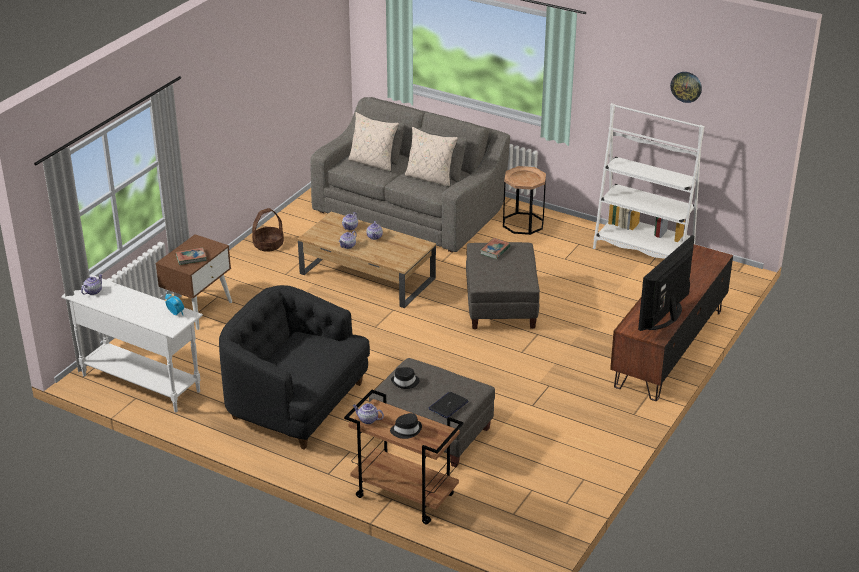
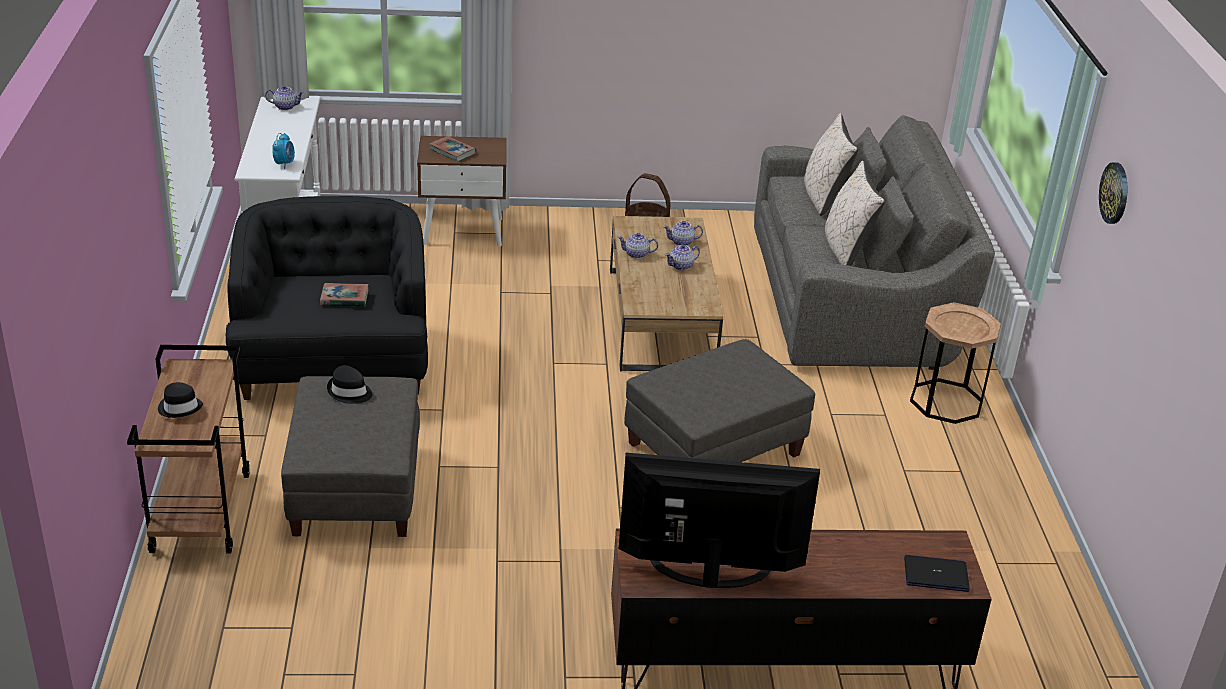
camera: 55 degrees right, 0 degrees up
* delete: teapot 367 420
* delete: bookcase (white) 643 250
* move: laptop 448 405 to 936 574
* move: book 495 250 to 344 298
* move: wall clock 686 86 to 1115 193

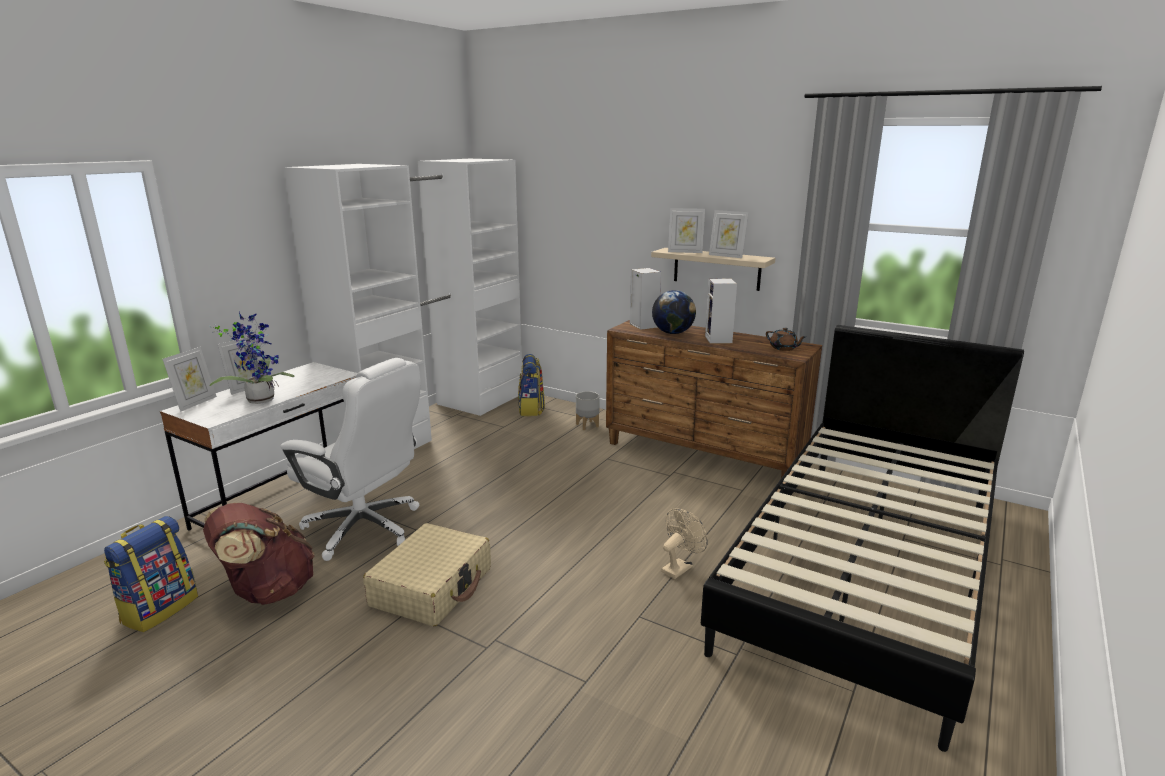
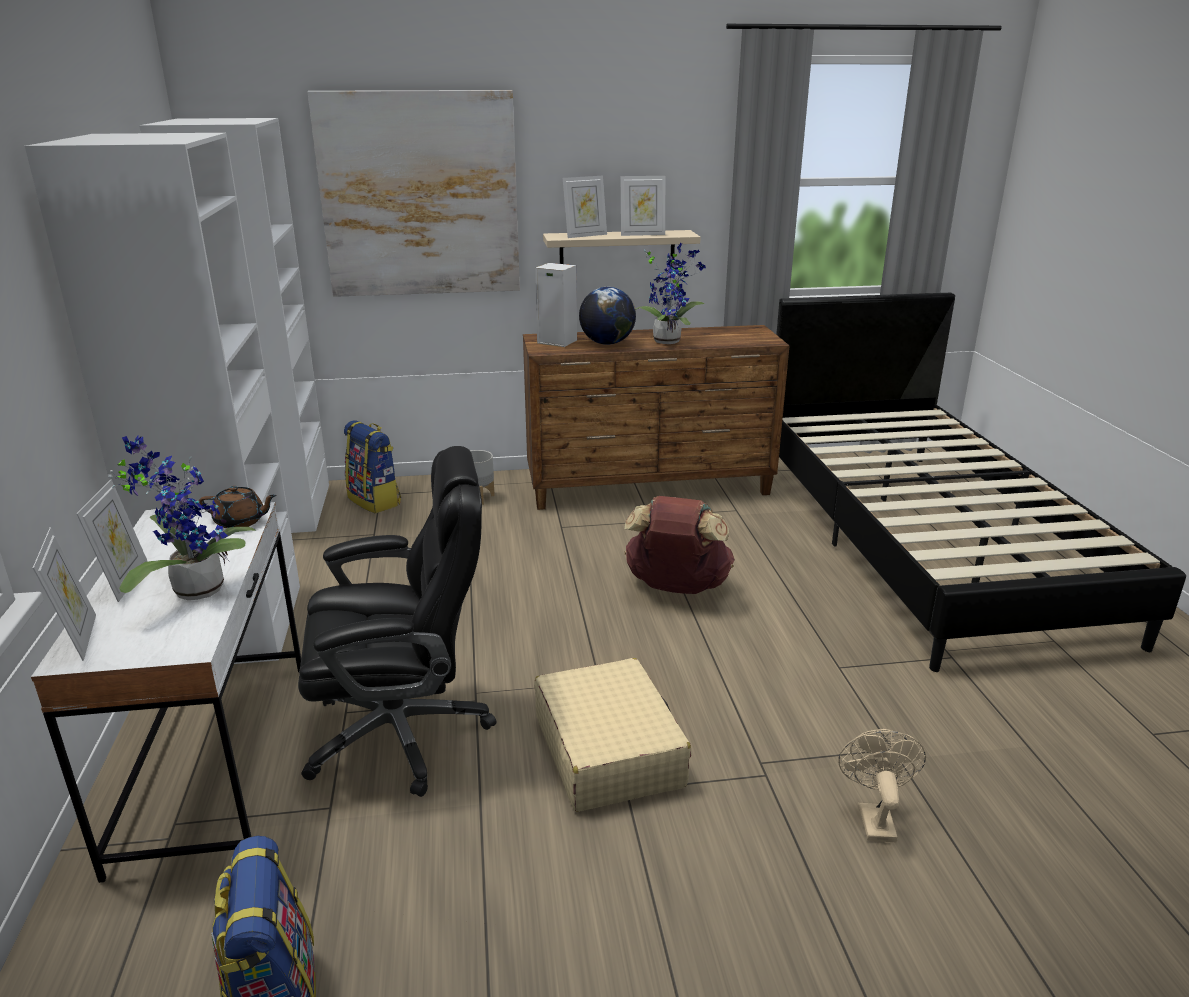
camera: 40 degrees left, 5 degrees up
* insert: picture 420 195
* move: backpack (brown) 267 591 to 676 588
* move: fan (beige) 679 567 to 874 817
* move: teapot (brown) 783 348 to 241 522
* replace: speaker 719 340 to potted plant 669 340
* recolor: office chair (white) 365 528 to office chair (black) 403 732

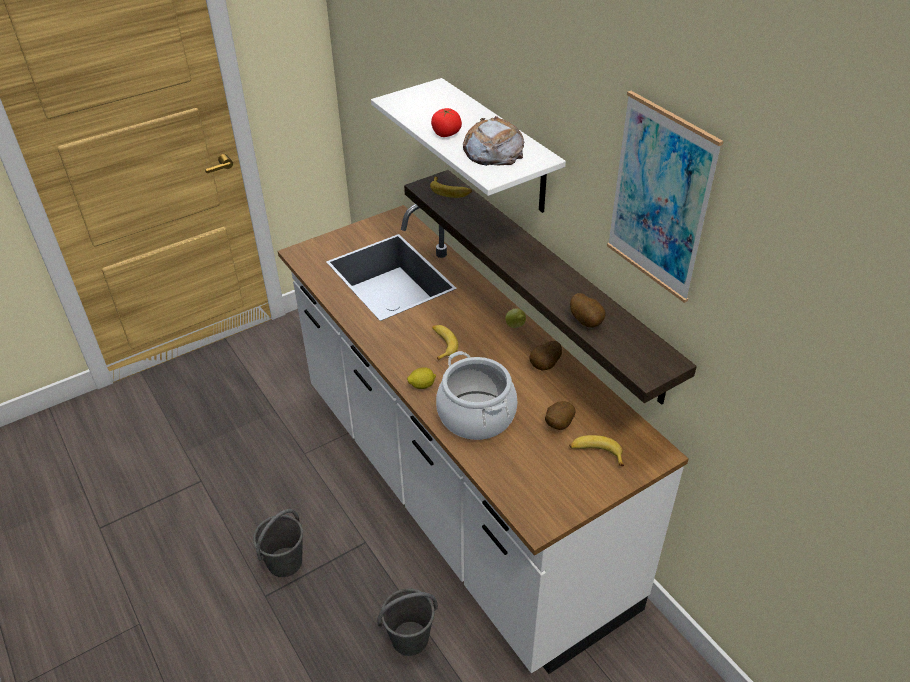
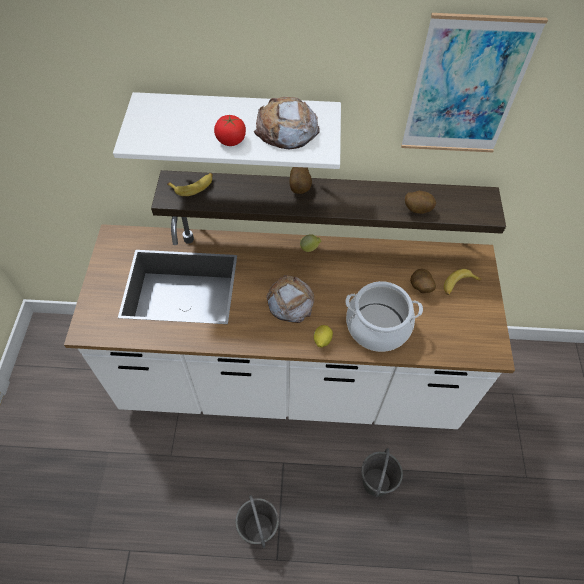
camera: 55 degrees left, 15 degrees up
* move: potato 545 366 to 300 188
* replace: banana 442 344 to bread 290 301

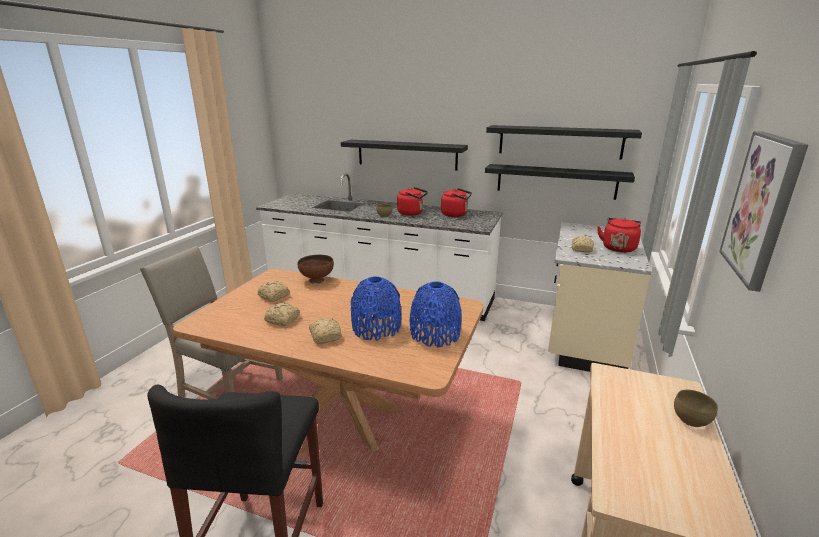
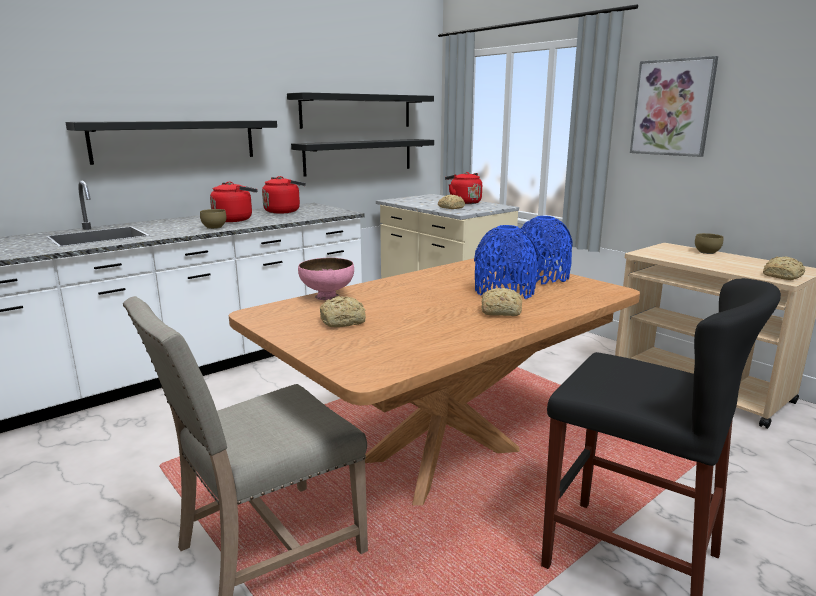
camera: 60 degrees left, 5 degrees down
* move: bread 283 320 to 783 276
* recolor: bowl (brown) 317 280 to bowl (pink) 327 296

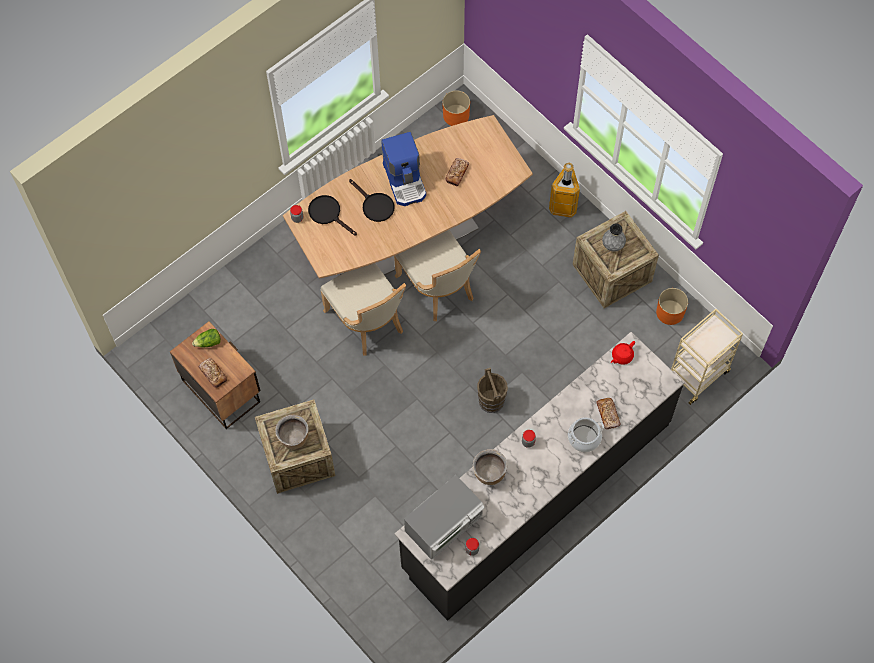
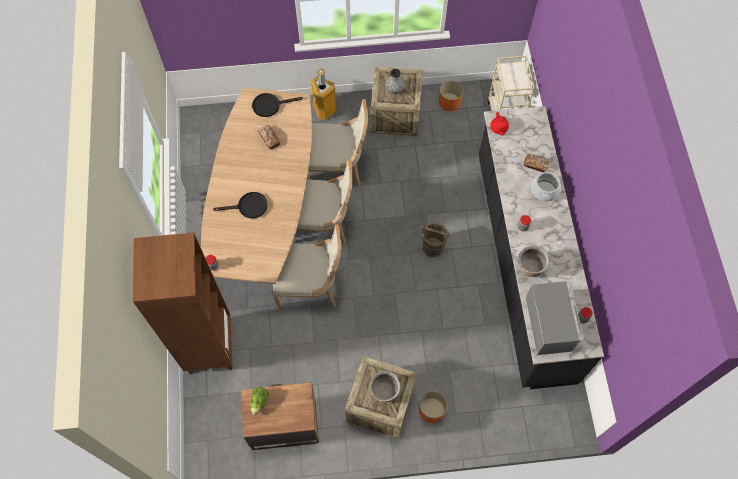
camera: 55 degrees left, 0 degrees up
* delete: bread 213 374
* delete: coffee machine 405 181
* insert: bookcase (brown) 209 347
* insert: chair (beige) 336 168
* move: frying pan (black) 328 214 to 270 105
* move: planter (orange) 455 115 to 431 410

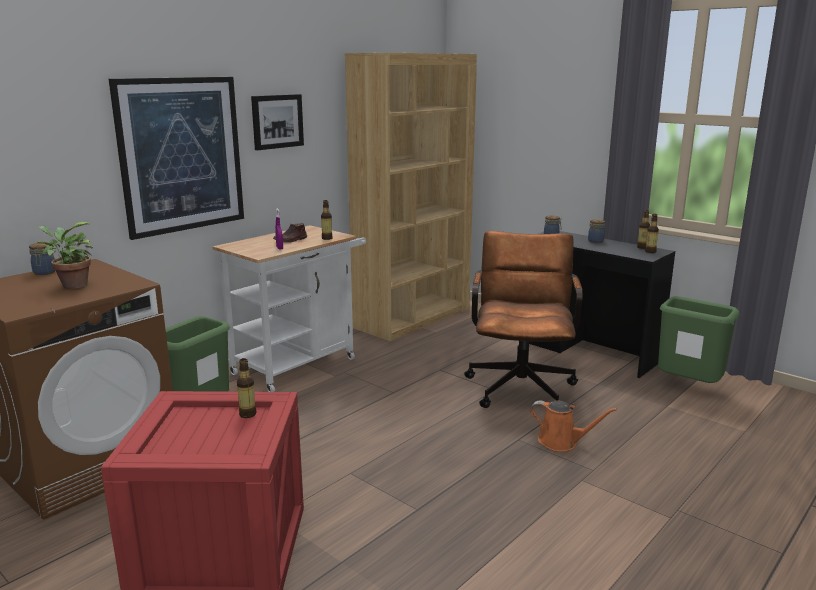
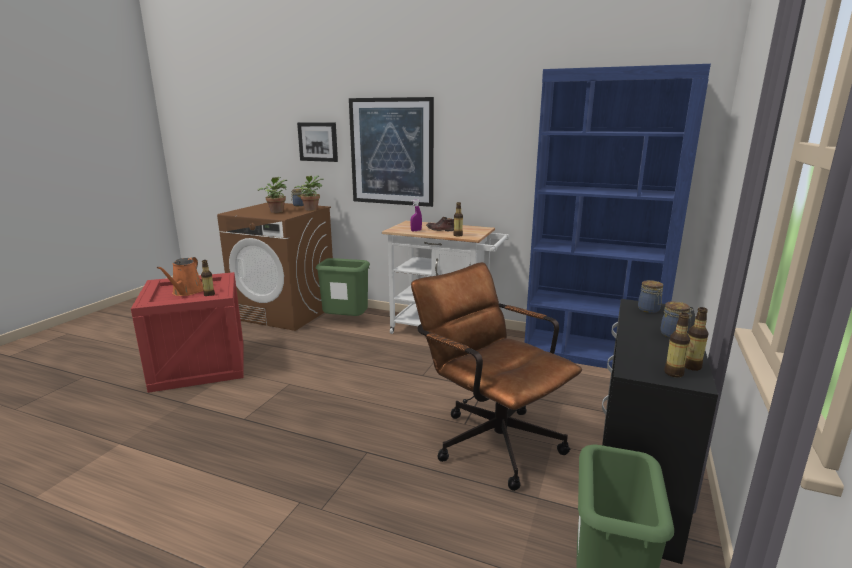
camera: 70 degrees right, 0 degrees up
* insert: potted plant 311 209
* move: picture 277 121 to 318 141
* move: watering can (orange) 561 442 to 186 292
* recolor: bookcase (brown) 413 318 to bookcase (blue) 590 354
* rotate: office chair (brown) 521 384 = 490 438 120 degrees counterclockwise

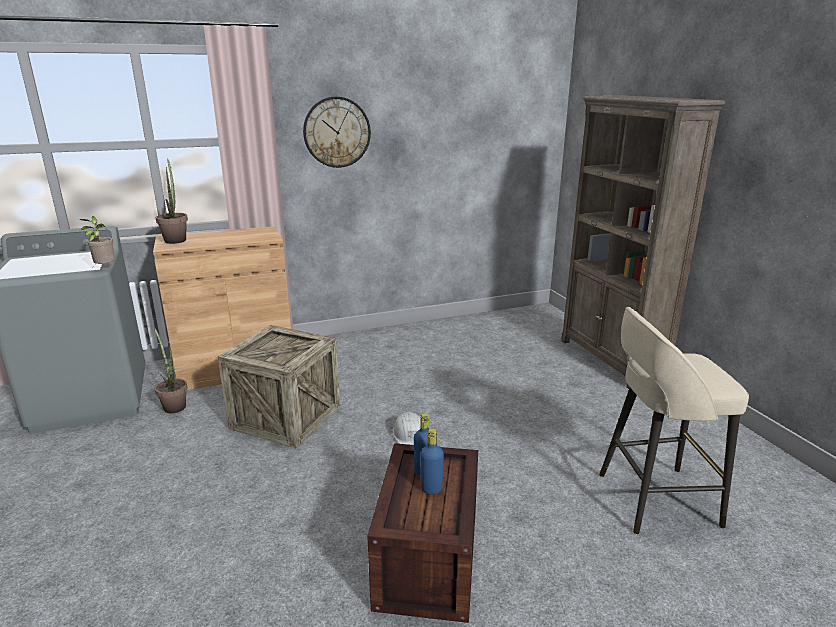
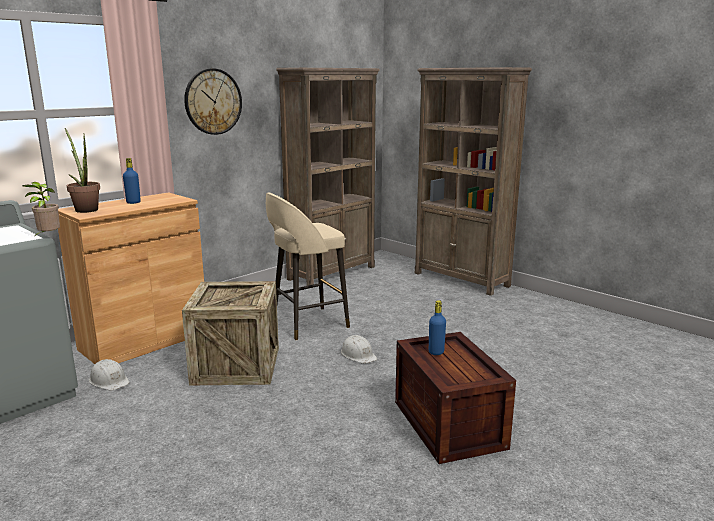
camera: 25 degrees left, 5 degrees down
* insert: bookcase (brown) 332 273
* move: bottle (blue) 431 489 to 133 202
* move: stool (beige) 653 499 to 307 324
* replace: potted plant 174 405 to hard hat (white) 109 380

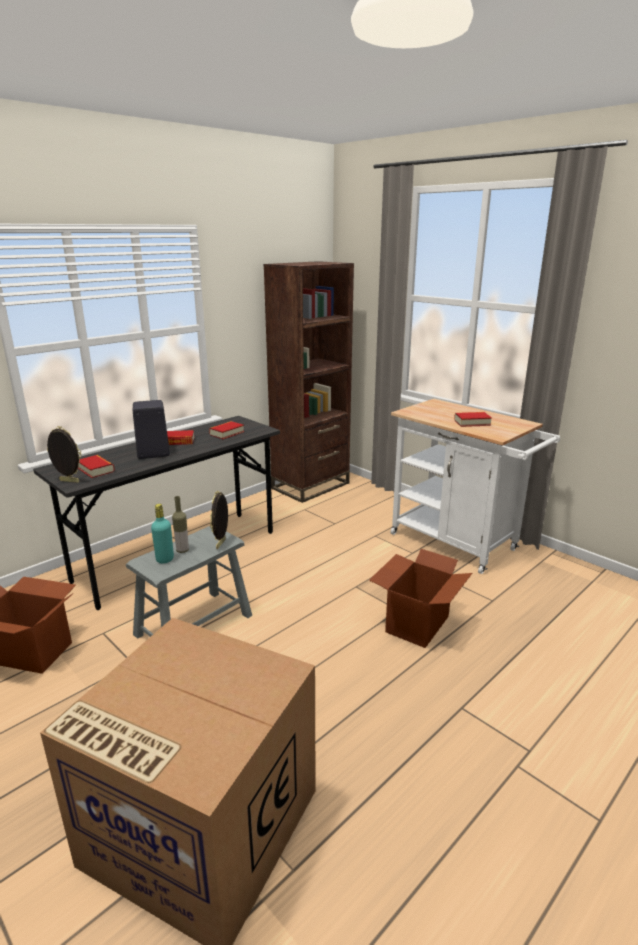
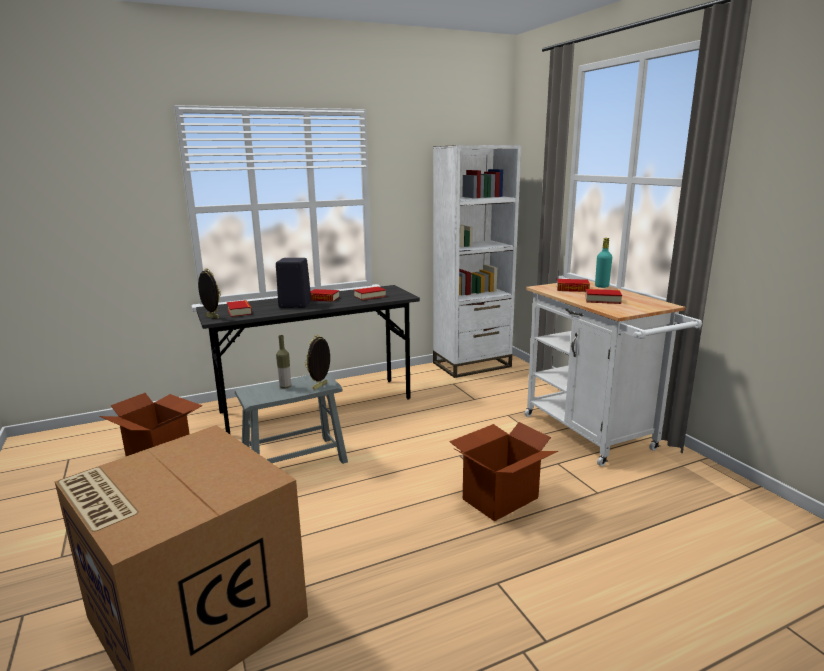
camera: 20 degrees right, 5 degrees down
* insert: book 572 289
* move: bottle (turquoise) 165 559 to 601 286
* recolor: bookcase (brown) 311 486 to bookcase (white) 472 365

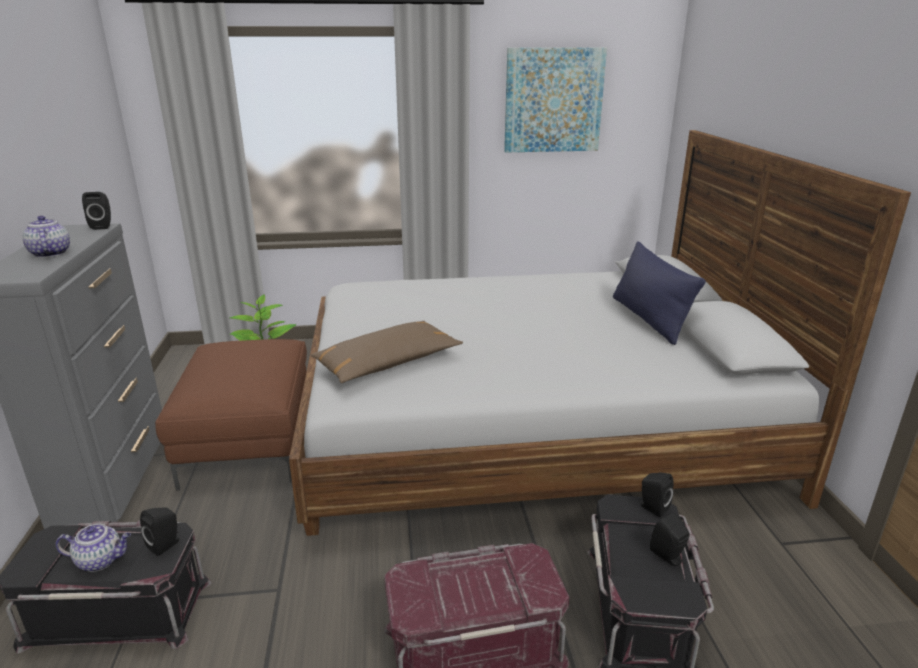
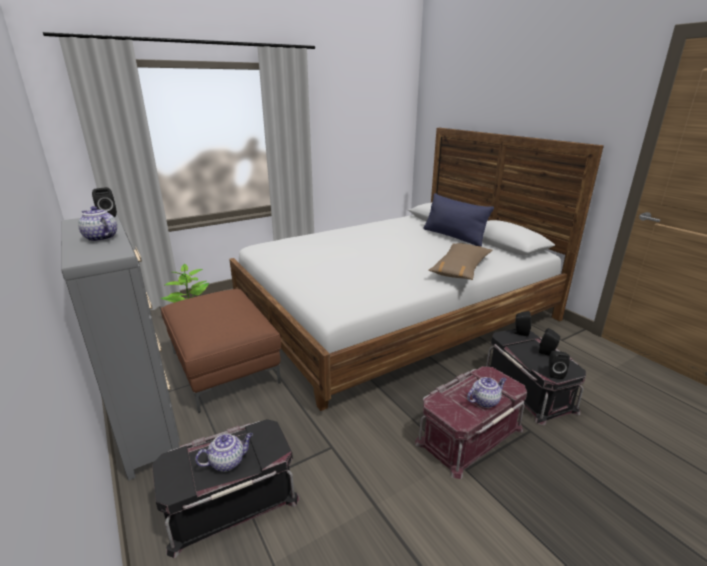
camera: 25 degrees left, 0 degrees up
* delete: picture 553 100
* insert: teapot 485 401
* move: speaker (black) 166 544 to 554 373
* move: pillow (brown) 387 363 to 460 269

